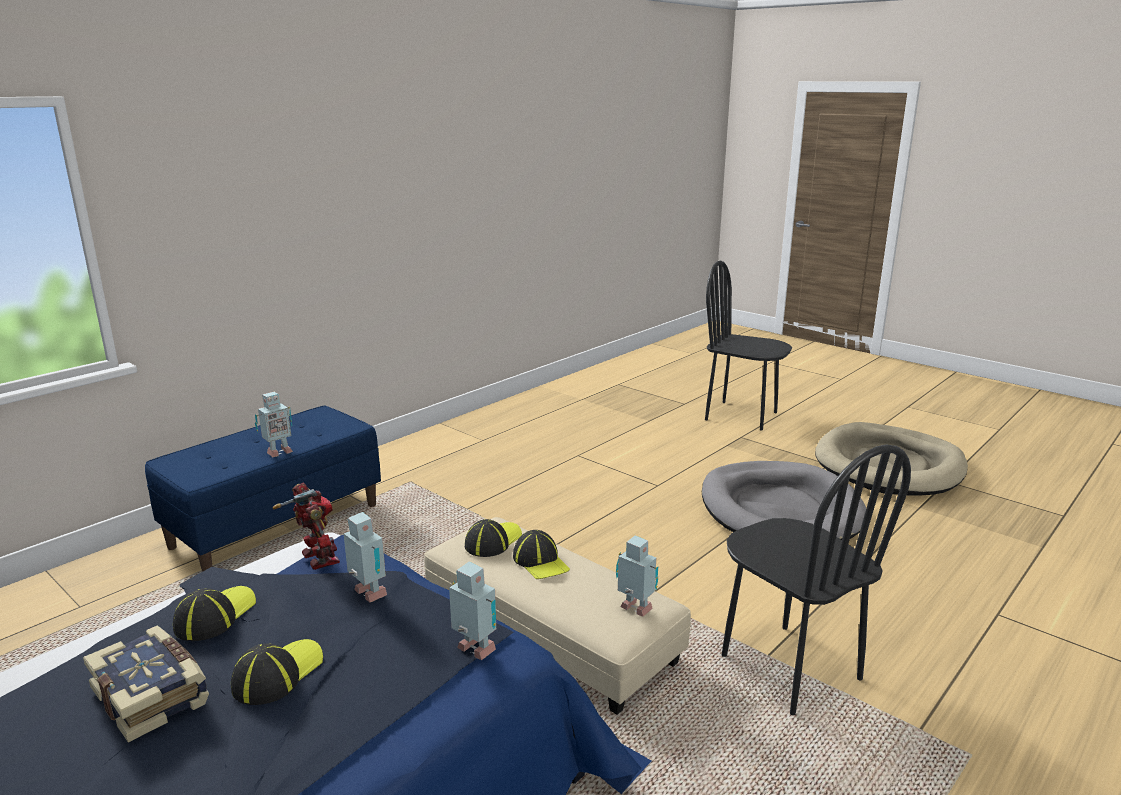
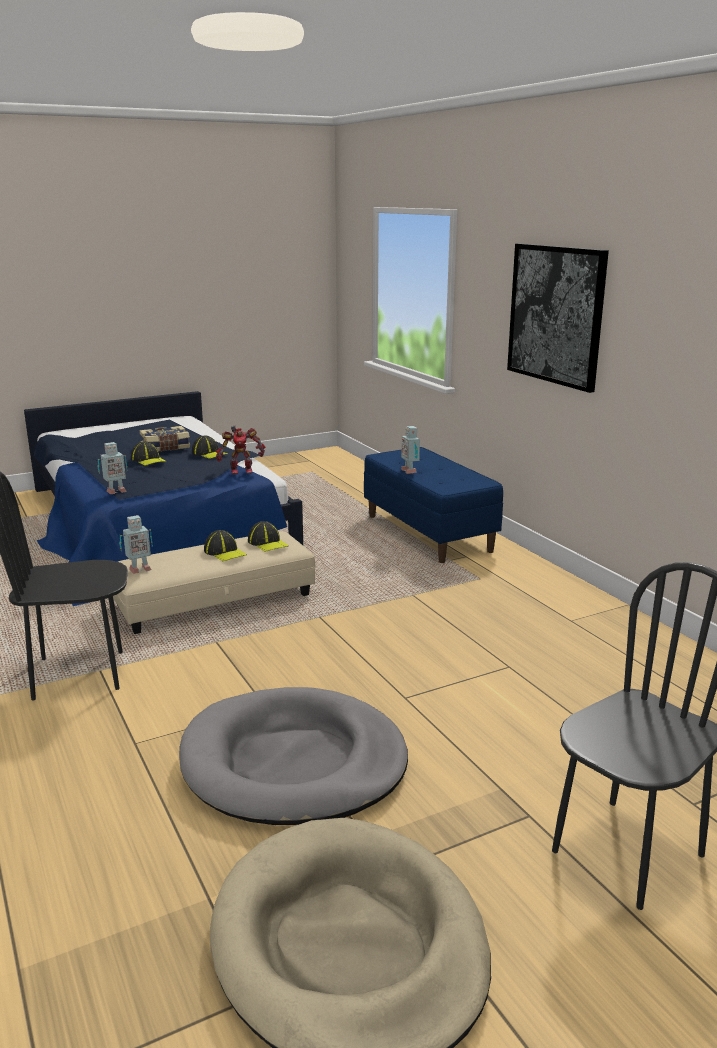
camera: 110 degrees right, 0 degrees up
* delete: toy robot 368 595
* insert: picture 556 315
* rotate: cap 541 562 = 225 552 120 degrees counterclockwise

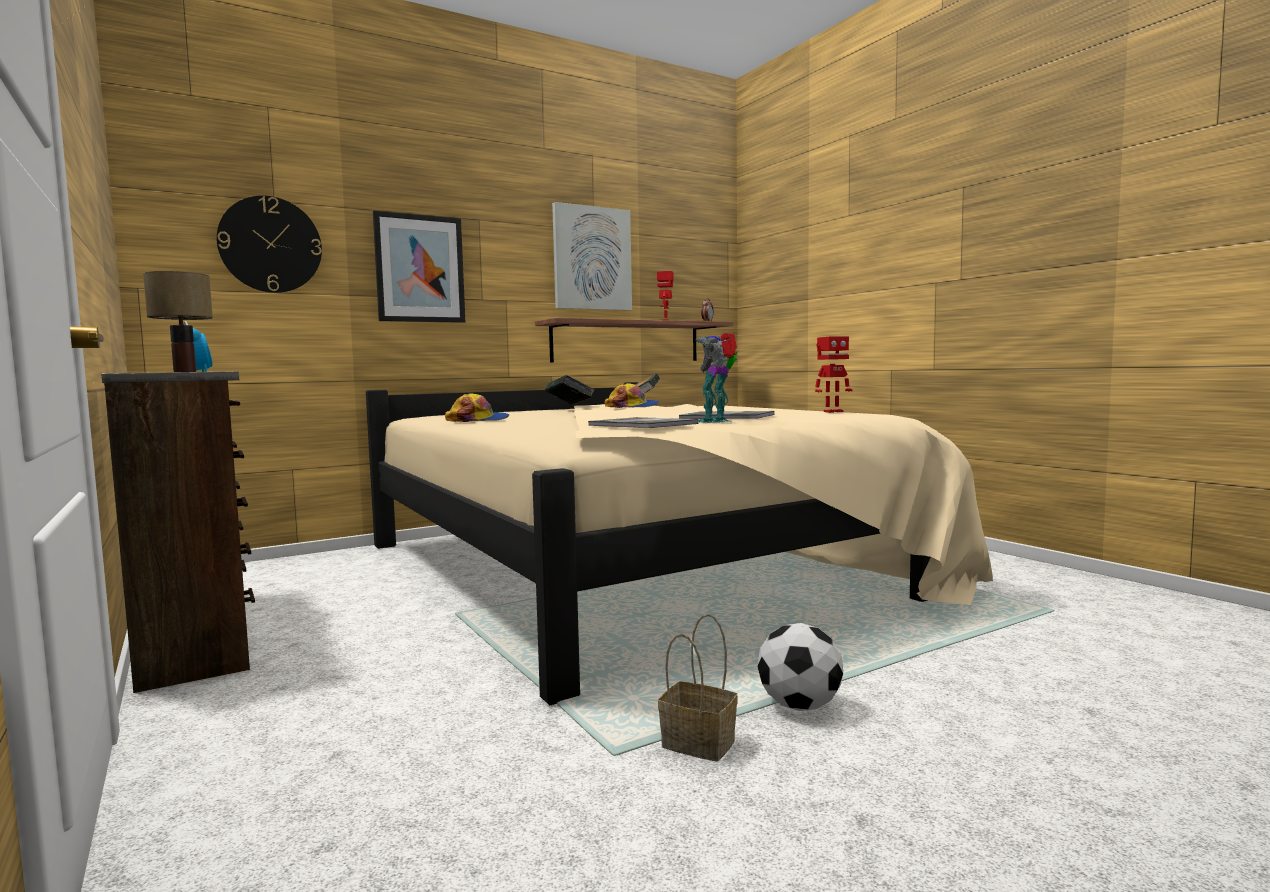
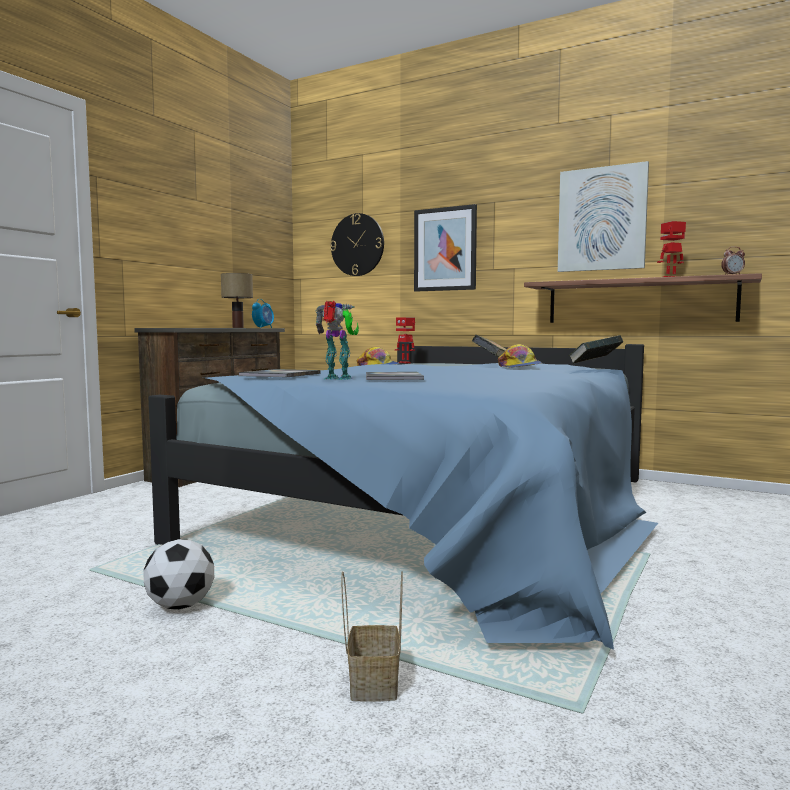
camera: 60 degrees right, 0 degrees up
* move: basket 695 743 to 372 682
* move: toy robot 832 412 to 405 363
* recolor: bed (beige) 634 569 to bed (blue) 447 512

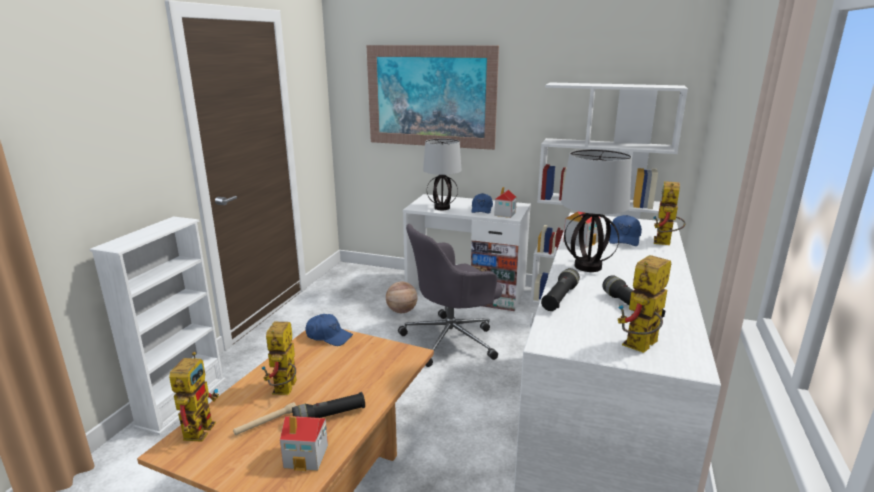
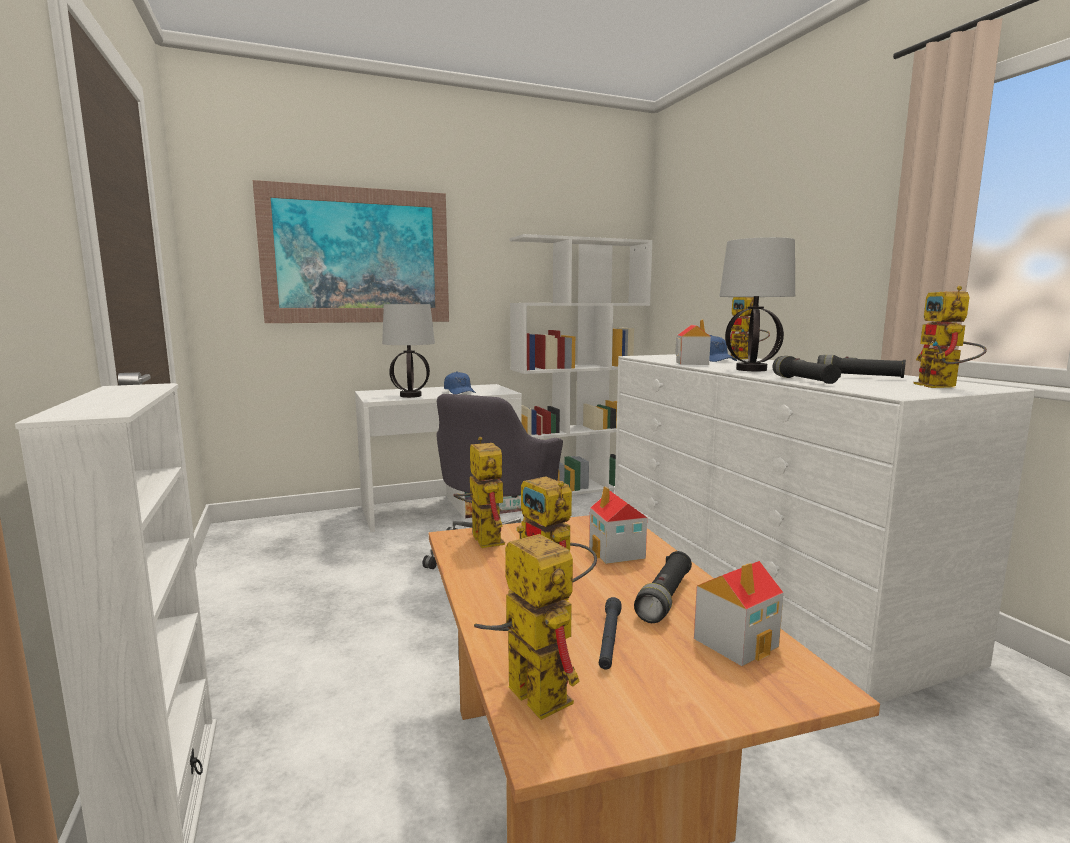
camera: 40 degrees left, 10 degrees down
* delete: basketball 402 311
* move: toy house 504 214 to 617 553
* replace: cap (blue) 328 336 to toy robot 481 537
* recolor: flashlight (beige) 266 422 to flashlight (black) 609 639

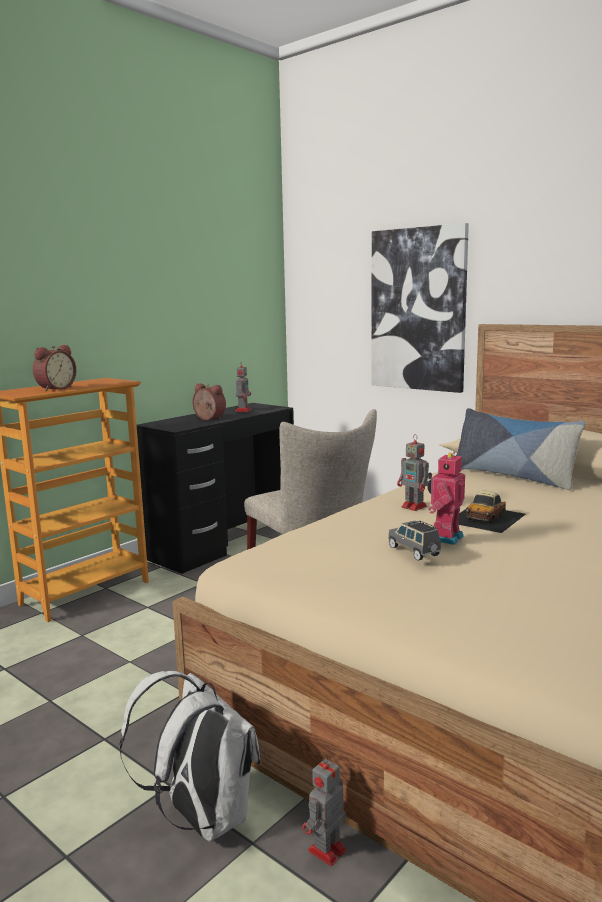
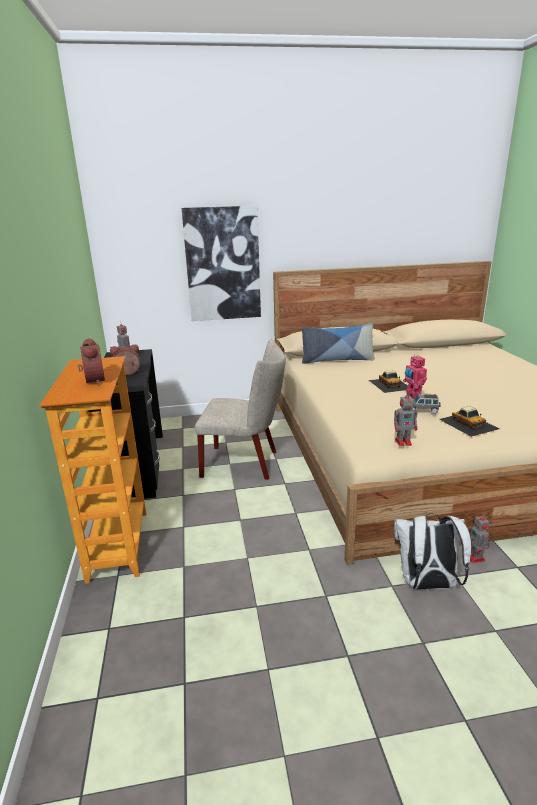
camera: 50 degrees left, 10 degrees up
* insert: toy car 468 423
* move: toy robot 415 507 to 404 442

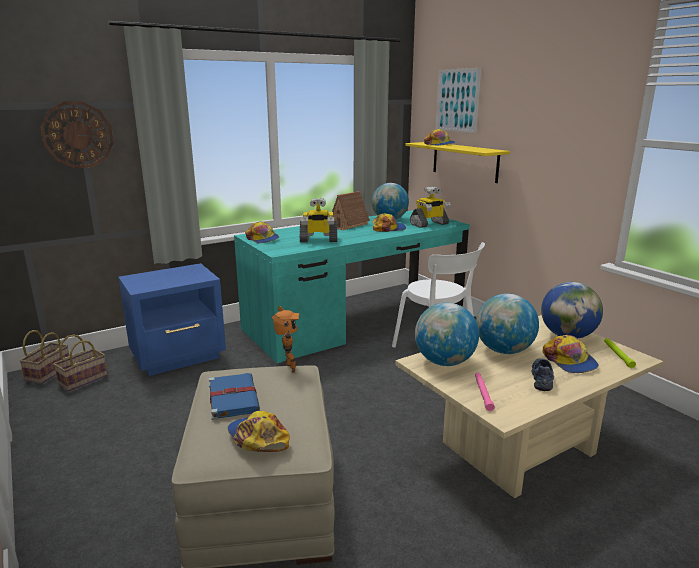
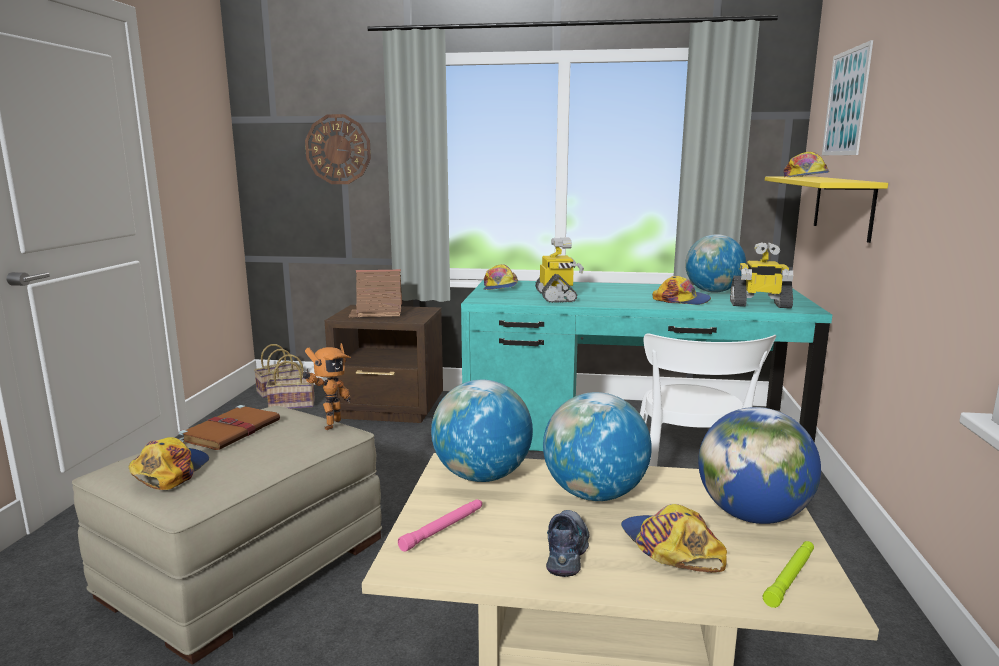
camera: 40 degrees right, 5 degrees down
* move: toy house 347 225 to 377 313
* recolor: nightstand (blue) 180 356 to nightstand (brown) 390 410
* recolor: book (blue) 233 397 to book (brown) 232 430
* rotate: toy robot 318 240 = 556 297 135 degrees counterclockwise
* rotate: shoe 542 378 = 567 550 45 degrees counterclockwise
* rotate: cap 569 361 = 669 548 135 degrees clockwise

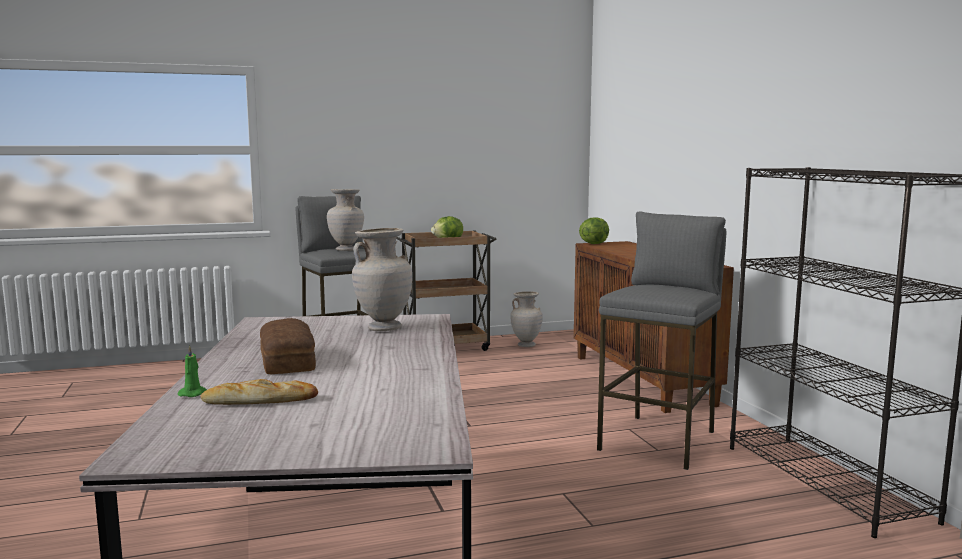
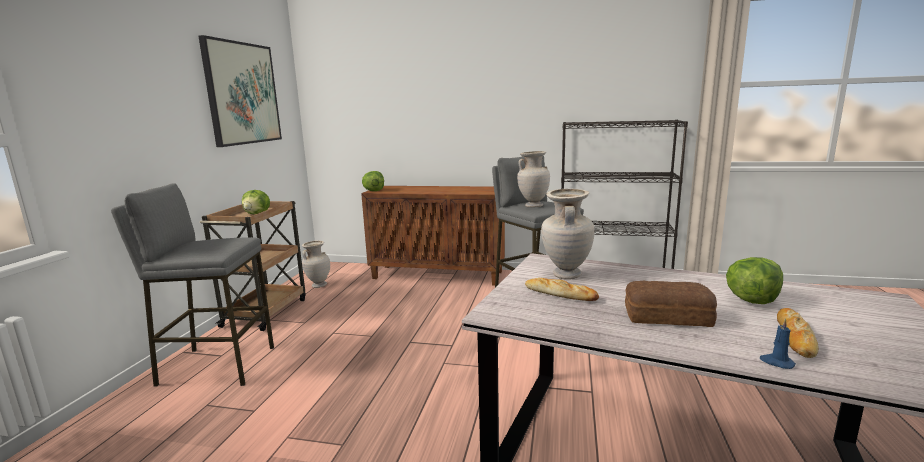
camera: 60 degrees left, 5 degrees up
* insert: picture 242 93
* insert: bread 560 294
* insert: lettuce 751 300
* move: vase (beige) 346 250 to 533 206
* recolor: candle (green) 193 393 to candle (blue) 776 362

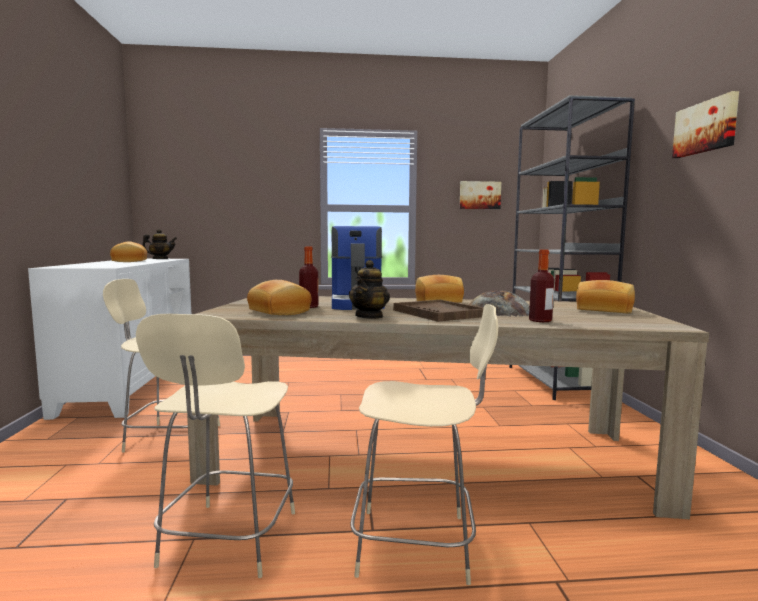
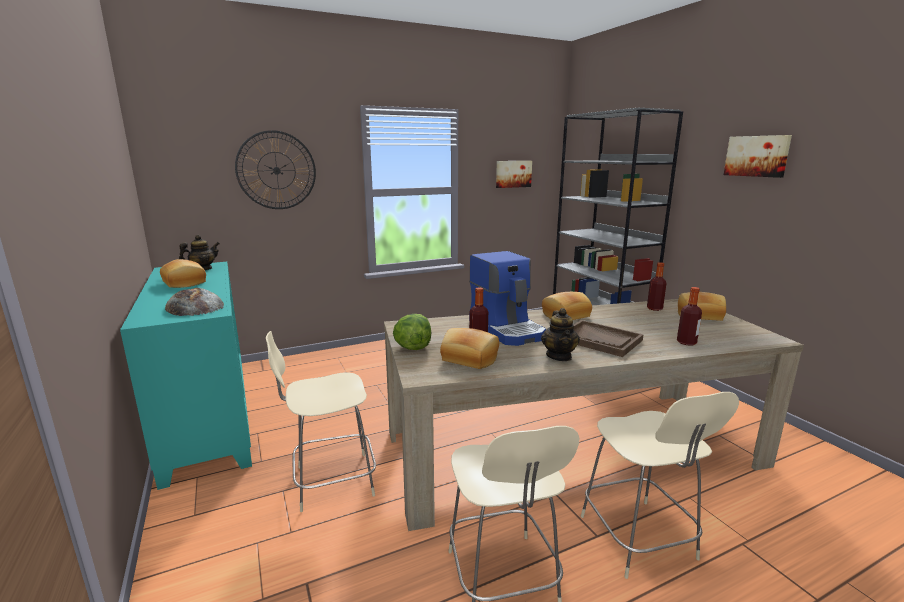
camera: 20 degrees left, 10 degrees up
* insert: wall clock 276 170
* insert: lettuce 412 347
* insert: bottle 654 308
* move: bread 499 311 to 194 307
* recolor: cabinet (white) 131 384 to cabinet (turquoise) 207 417
* rotate: chair (beige) 418 545 = 639 540 90 degrees clockwise

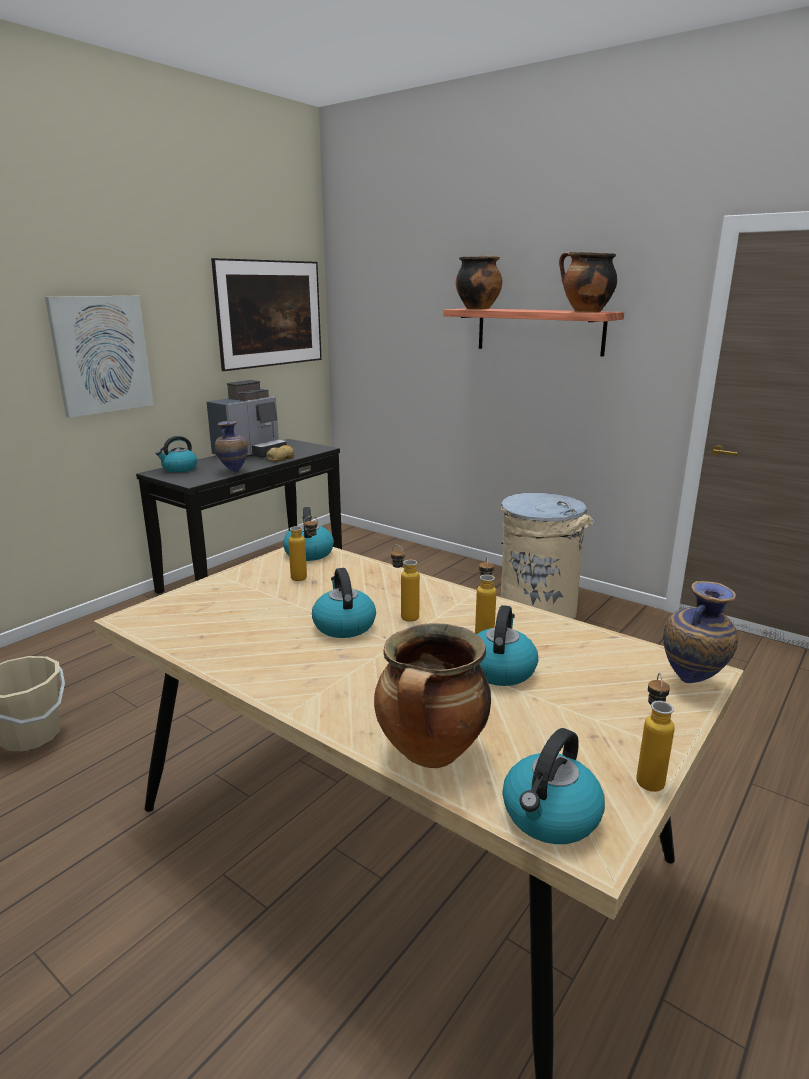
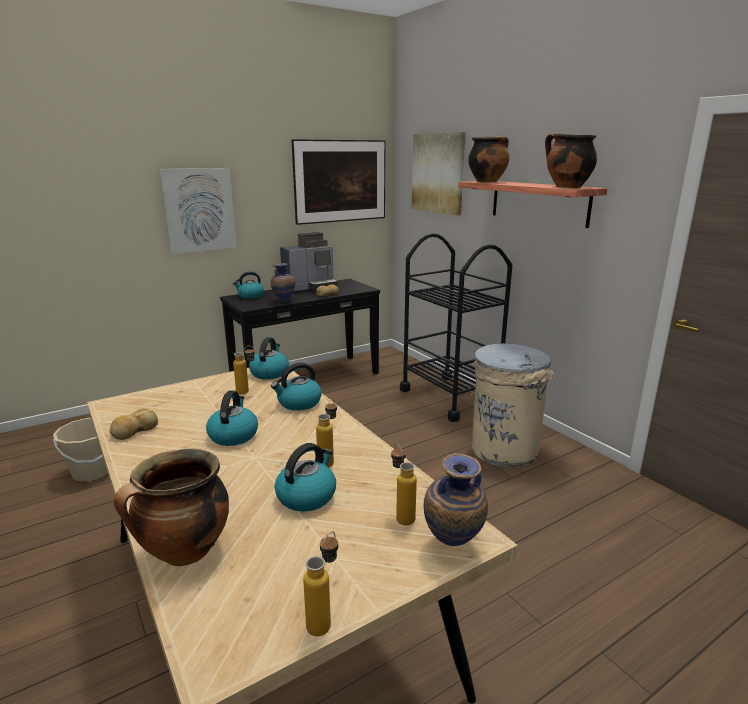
camera: 20 degrees right, 0 degrees up
* insert: bread 134 430
* insert: cart (black) 450 397
* insert: picture 438 173
* move: bottle 404 615 to 401 515
* move: kettle 550 816 to 298 403

